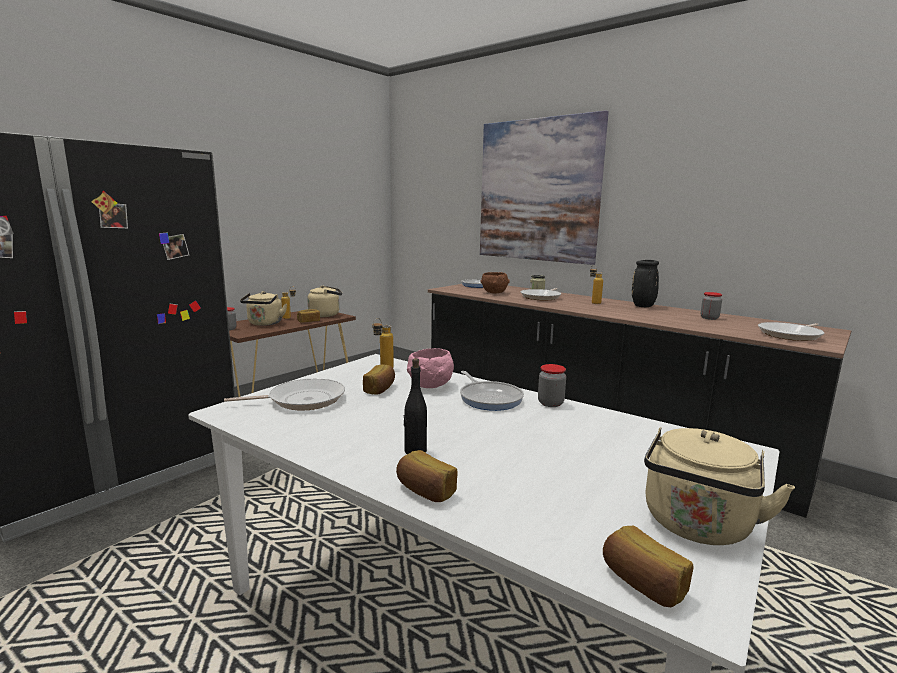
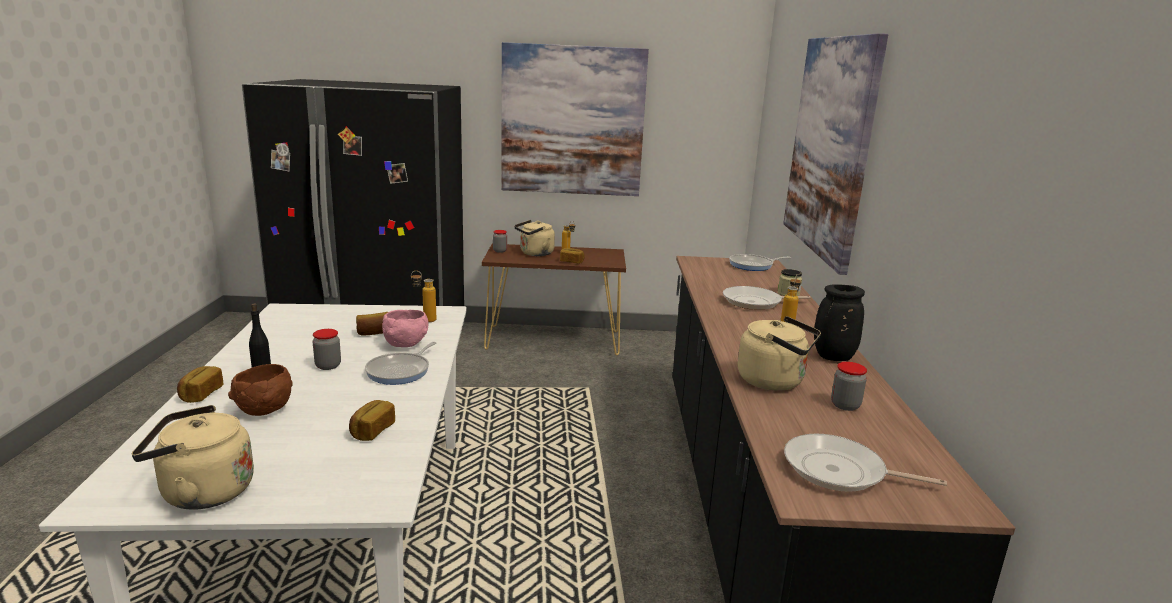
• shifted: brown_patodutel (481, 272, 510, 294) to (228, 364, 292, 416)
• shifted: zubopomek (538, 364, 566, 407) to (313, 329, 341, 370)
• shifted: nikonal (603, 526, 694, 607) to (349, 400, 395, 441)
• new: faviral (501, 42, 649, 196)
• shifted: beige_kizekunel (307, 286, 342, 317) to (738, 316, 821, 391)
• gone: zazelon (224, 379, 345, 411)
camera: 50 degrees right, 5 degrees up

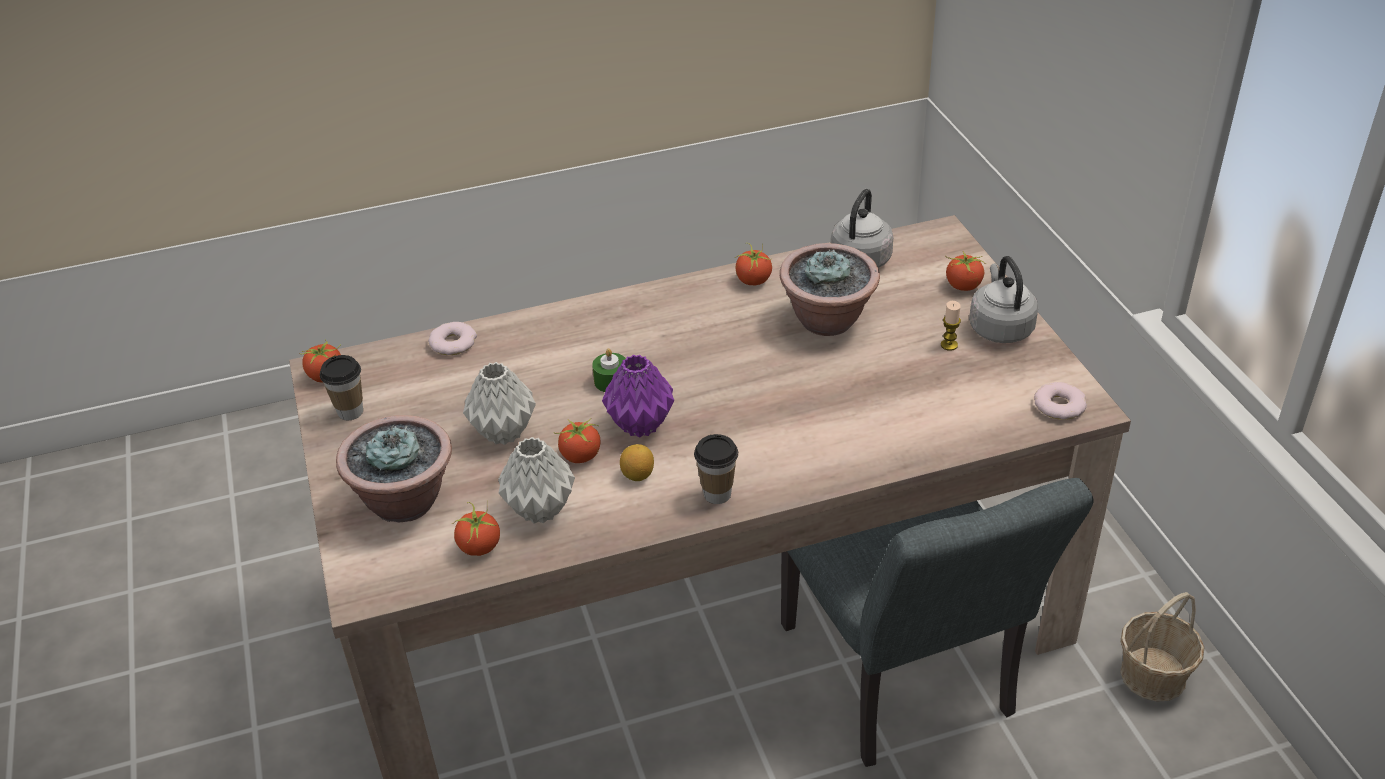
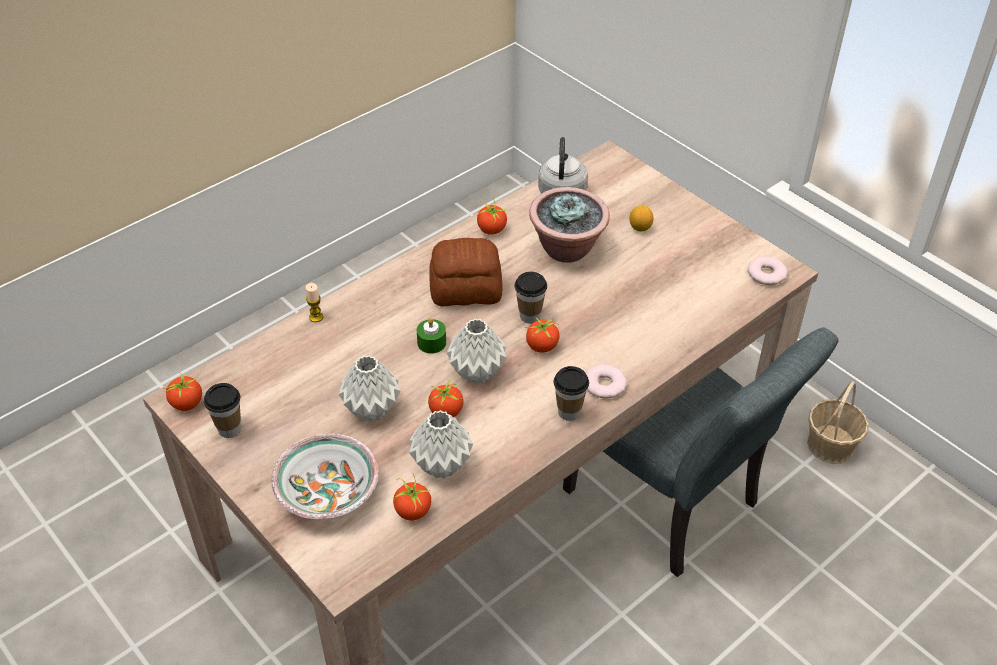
• swapped: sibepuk (336, 415, 452, 522) to patodutel (272, 434, 379, 519)
• shifted: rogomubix (941, 301, 961, 351) to (306, 283, 323, 322)
• new: nikonal (430, 238, 502, 306)
• repainted: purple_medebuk (602, 355, 674, 438) to grey_medebuk (447, 319, 506, 384)
• new: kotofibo (514, 272, 547, 324)
• shifted: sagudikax (945, 251, 986, 291) to (524, 318, 559, 353)
• shifted: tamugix (428, 322, 477, 355) to (586, 364, 627, 399)
• shifted: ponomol (620, 444, 654, 481) to (629, 205, 653, 231)
• gone: grey_kizekunel (969, 256, 1039, 343)
camera: 25 degrees left, 5 degrees up

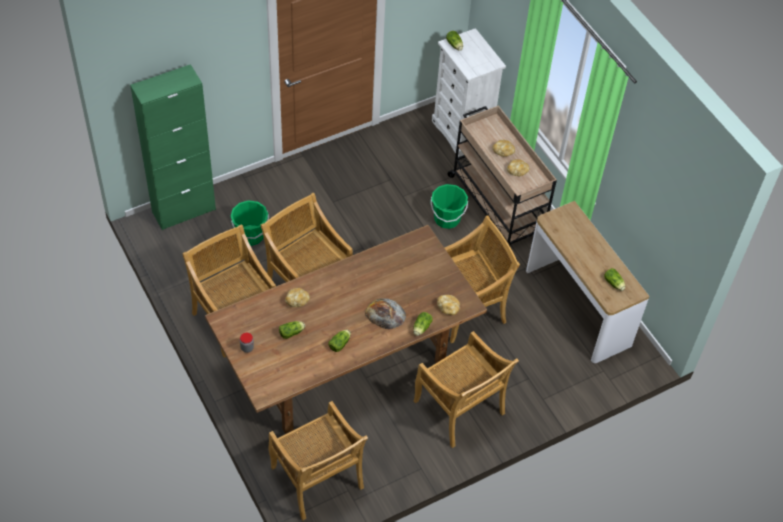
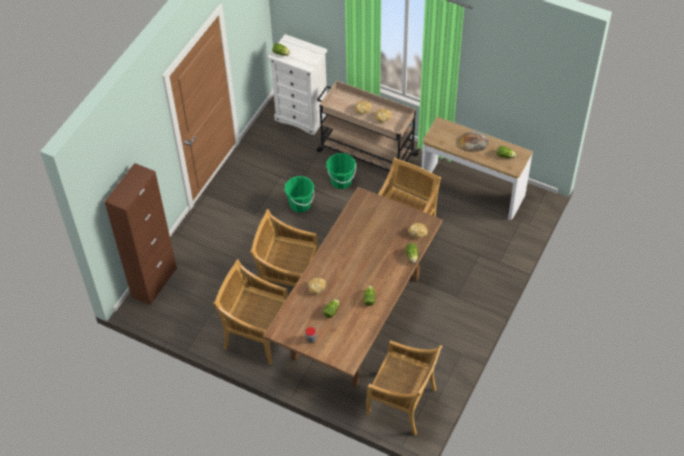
• repainted: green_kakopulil (130, 64, 216, 230) to brown_kakopulil (104, 163, 177, 305)
• shifted: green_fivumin (231, 200, 269, 246) to (284, 176, 315, 213)
• shifted: nikonal (365, 298, 406, 329) to (459, 131, 489, 152)
• gone: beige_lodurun (414, 331, 519, 448)
camera: 30 degrees left, 0 degrees up

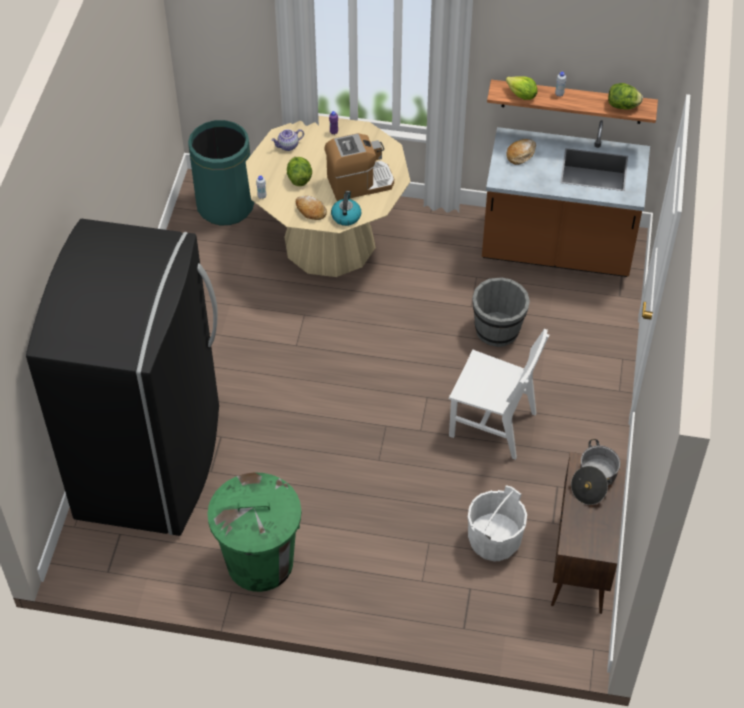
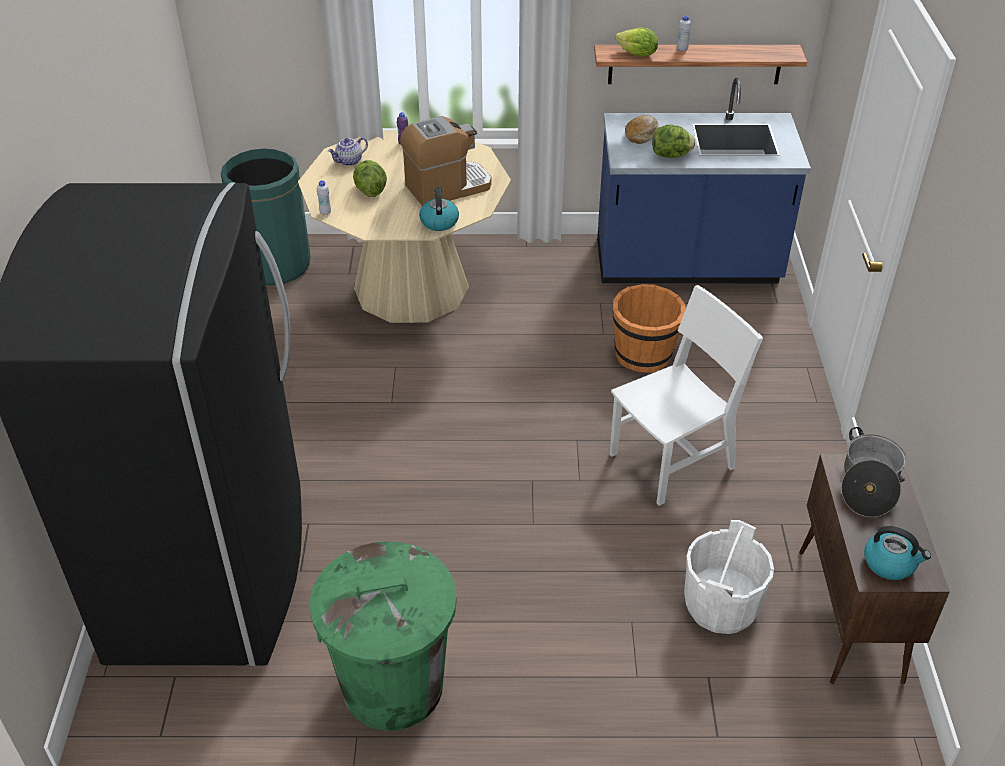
• repainted: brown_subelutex (482, 120, 650, 277) to blue_subelutex (597, 78, 811, 283)
• rotated: white_lodurun (449, 329, 549, 460) = (610, 285, 763, 506) 45 degrees counterclockwise
• repainted: grey_fivumin (472, 277, 530, 347) to orange_fivumin (612, 284, 686, 373)
• shifted: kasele (608, 83, 643, 110) to (652, 124, 695, 158)
• new: kizekunel (864, 526, 931, 580)
• gone: nikonal (296, 196, 327, 220)
camera: 10 degrees left, 10 degrees down

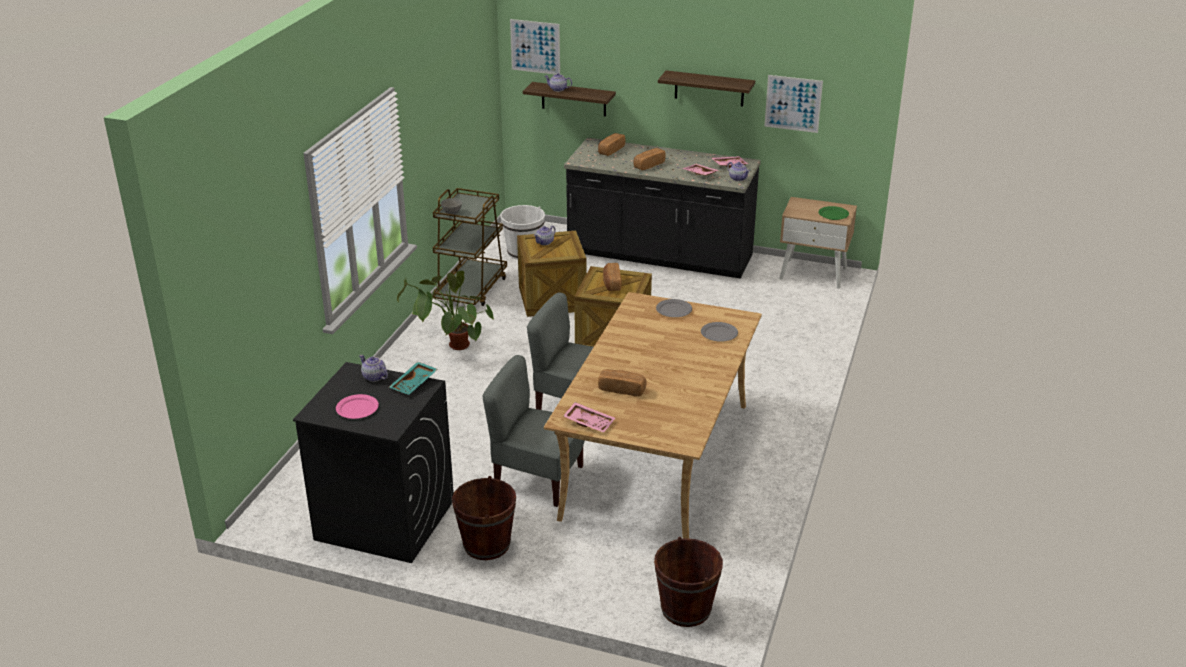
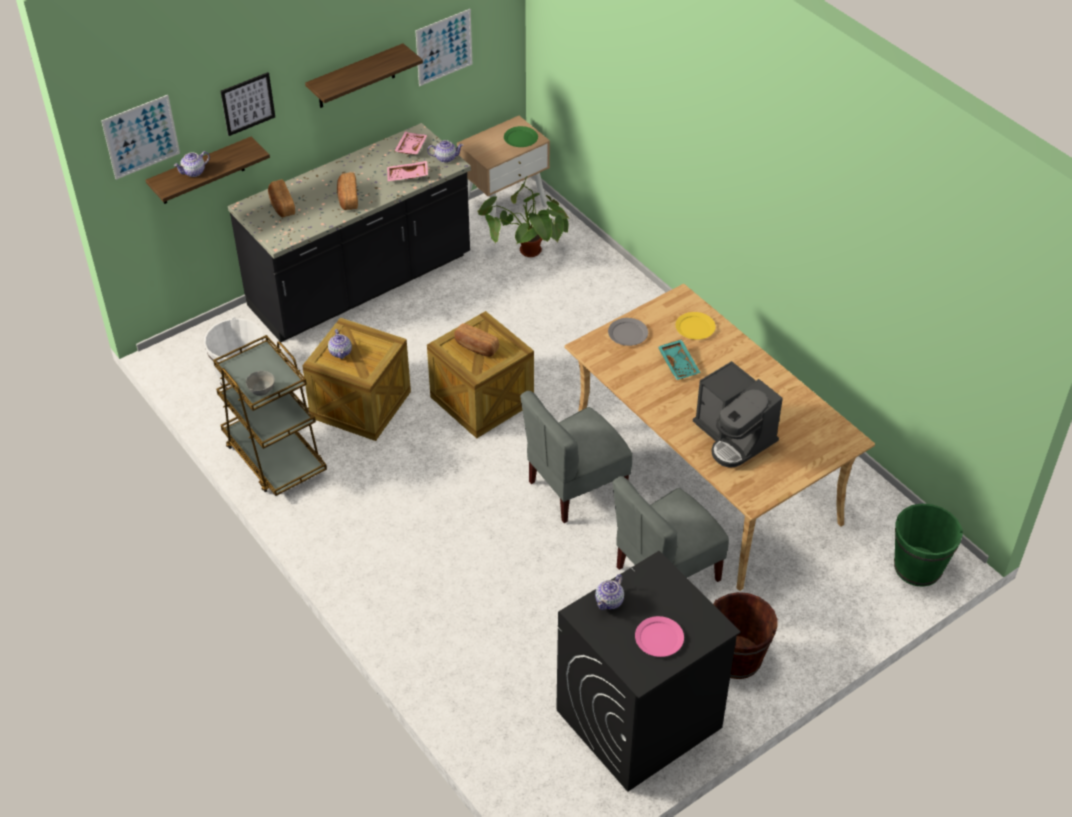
• new: faviral (220, 72, 275, 136)
• shifted: sibepuk (397, 271, 494, 350) to (478, 176, 570, 257)
• rotated: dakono (359, 355, 388, 382) = (595, 574, 624, 610) 45 degrees counterclockwise
• shifted: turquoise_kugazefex (389, 362, 437, 395) to (658, 340, 701, 380)
• repainted: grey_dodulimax (701, 322, 738, 342) to yellow_dodulimax (675, 312, 716, 340)
• swapped: nikonal (598, 369, 647, 396) to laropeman (693, 361, 783, 468)
• repainted: brown_fivumin (654, 537, 723, 627) to green_fivumin (894, 503, 963, 587)
• gone: pink_kugazefex (563, 402, 615, 433)
camera: 55 degrees left, 15 degrees up

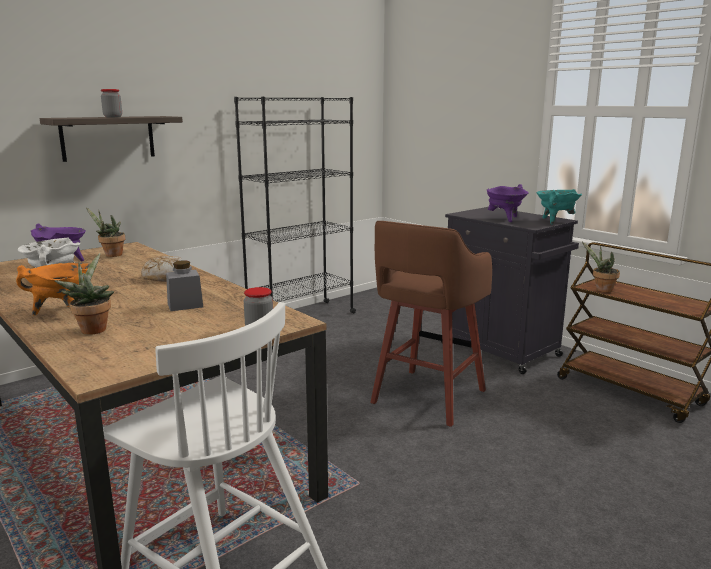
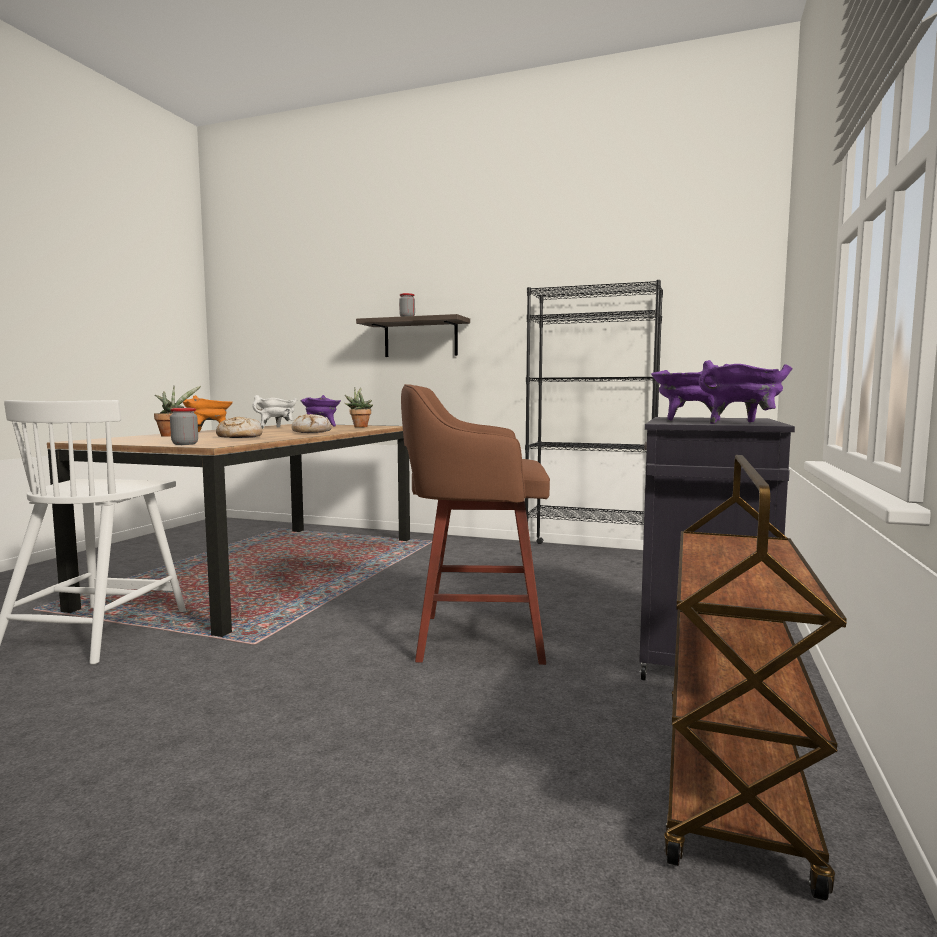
• swapped: grey_zubopomek (166, 261, 203, 311) to nikonal (216, 417, 262, 438)
• repainted: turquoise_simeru (536, 189, 582, 225) to purple_simeru (698, 360, 792, 424)
• gone: sibepuk (582, 242, 620, 293)
camera: 60 degrees right, 10 degrees down

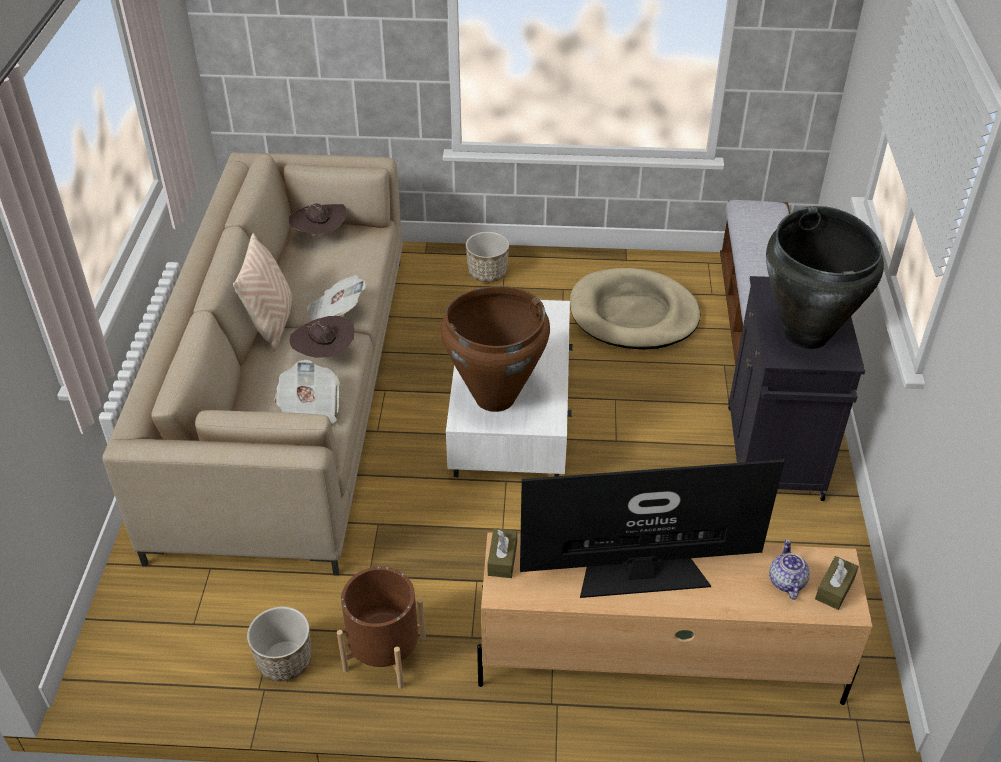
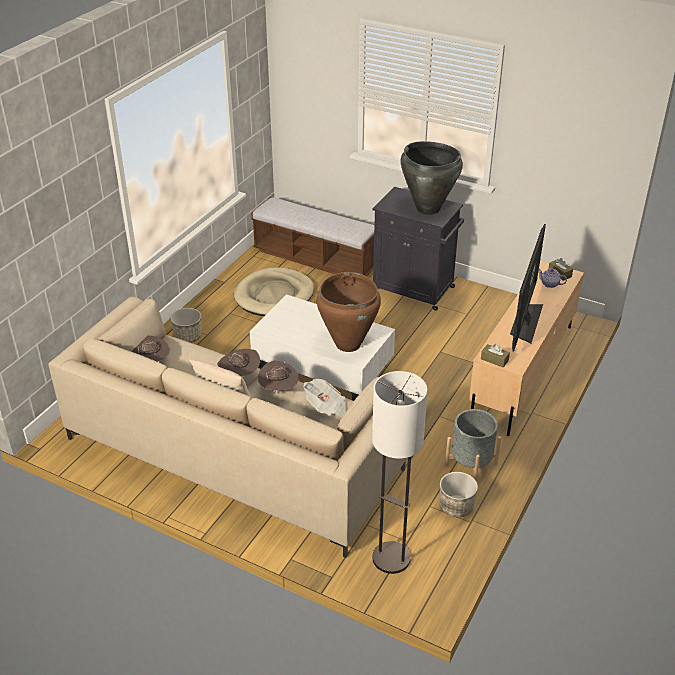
• swapped: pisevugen (306, 275, 366, 321) to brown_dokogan (217, 349, 260, 376)
• new: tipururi (372, 371, 428, 574)
• repainted: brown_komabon (337, 567, 426, 689) to grey_komabon (445, 409, 501, 481)
camera: 65 degrees left, 5 degrees down

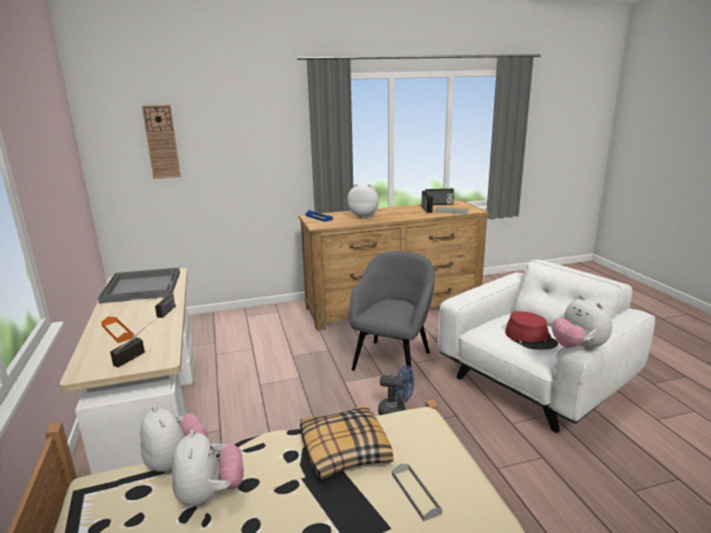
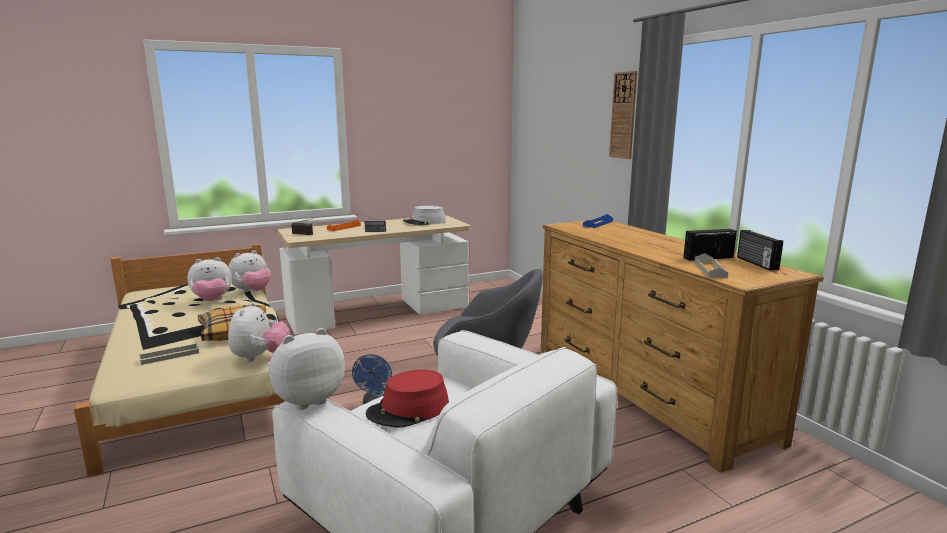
• shifted: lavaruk (347, 184, 379, 218) to (228, 302, 289, 362)
• swapped: grey_kugazefex (98, 268, 180, 304) to grey_dokogan (403, 206, 446, 225)
• shifted: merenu (142, 105, 181, 179) to (609, 71, 637, 159)
camera: 80 degrees right, 5 degrees down

